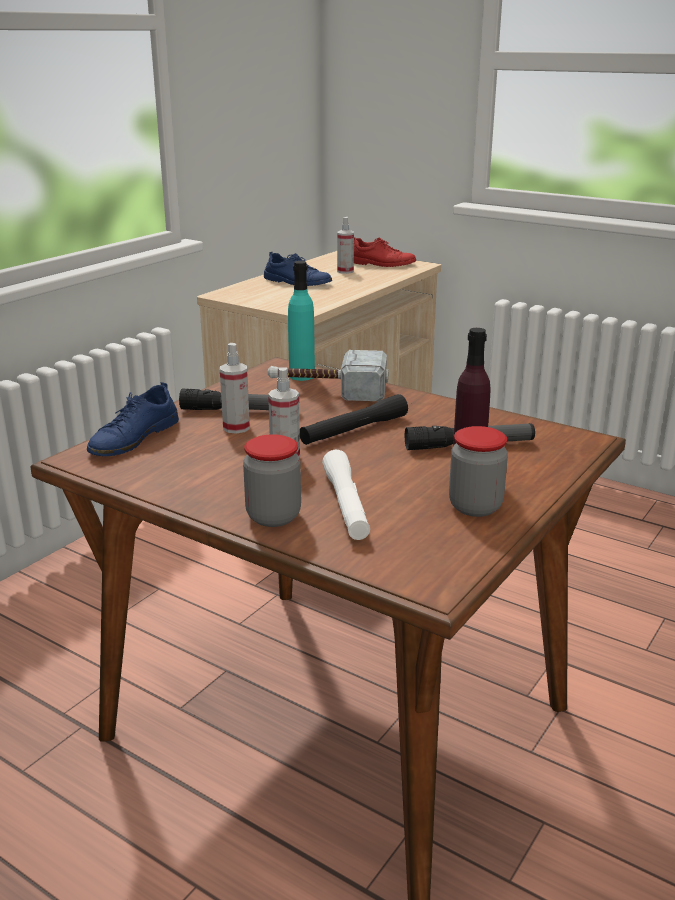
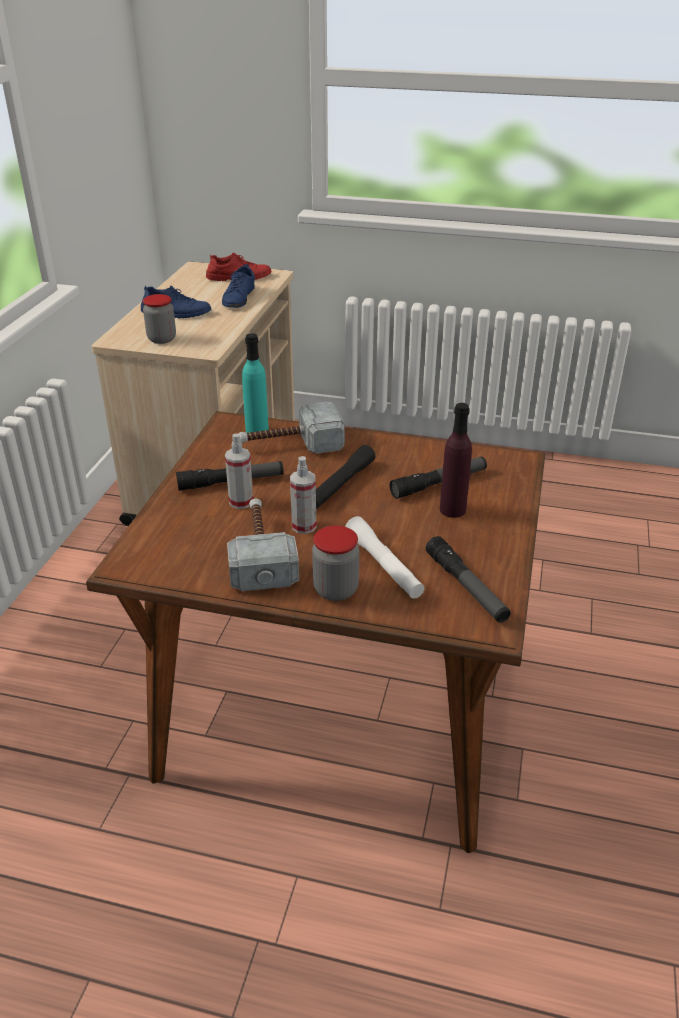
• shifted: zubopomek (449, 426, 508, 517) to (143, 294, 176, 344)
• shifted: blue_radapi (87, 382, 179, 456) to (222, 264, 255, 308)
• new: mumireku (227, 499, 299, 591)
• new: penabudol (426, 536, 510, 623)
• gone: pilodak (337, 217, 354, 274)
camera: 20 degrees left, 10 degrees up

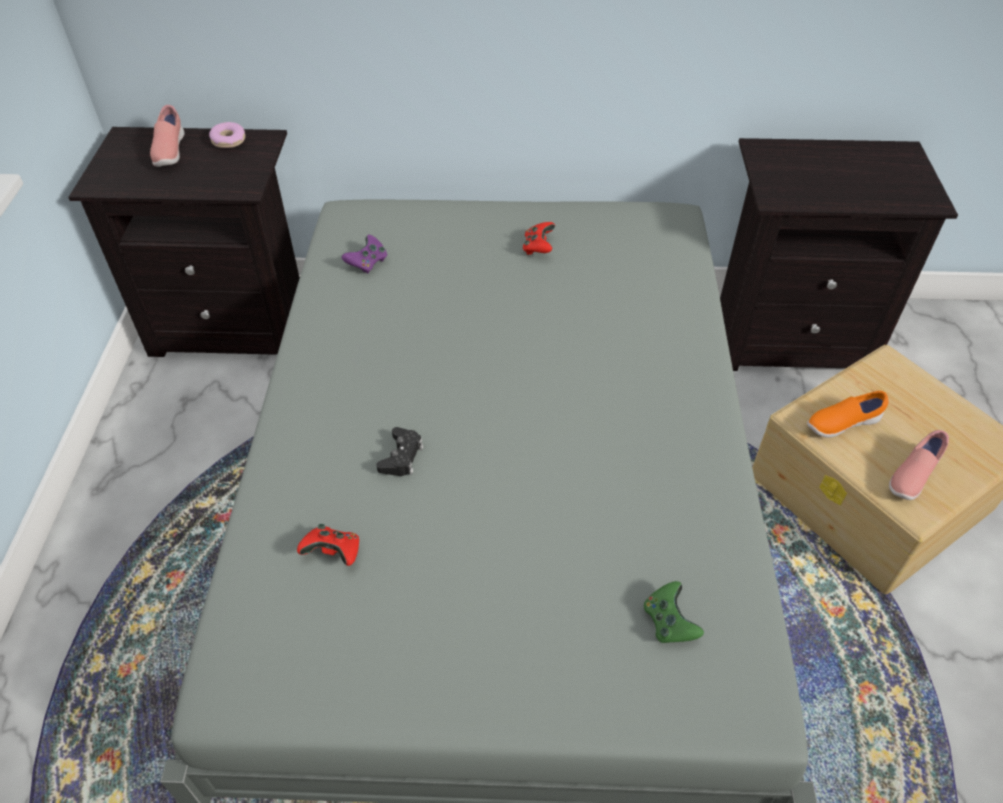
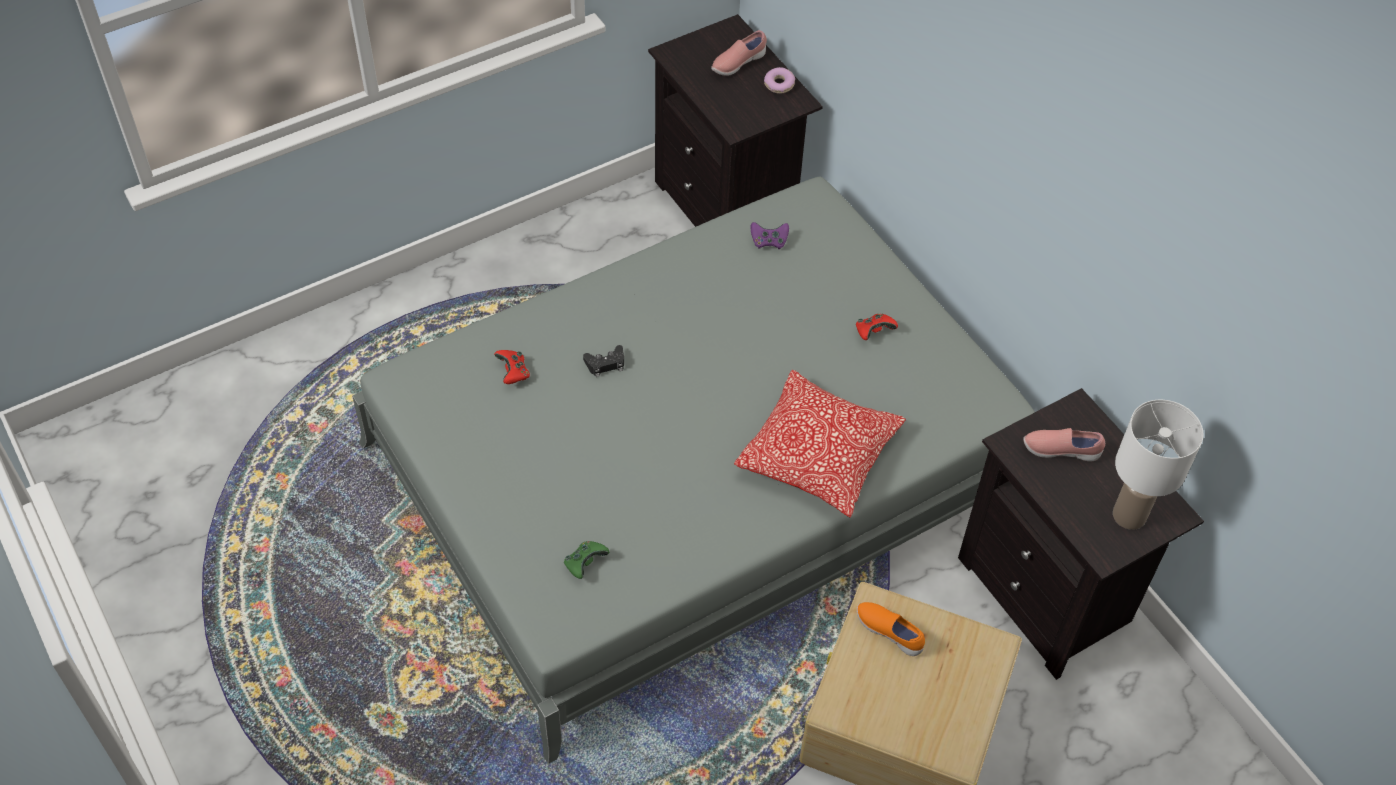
• new: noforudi (734, 370, 906, 518)
• shifted: pink_radapi (889, 430, 949, 500) to (1023, 428, 1105, 462)
• new: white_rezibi (1113, 400, 1204, 530)
camera: 55 degrees right, 5 degrees up

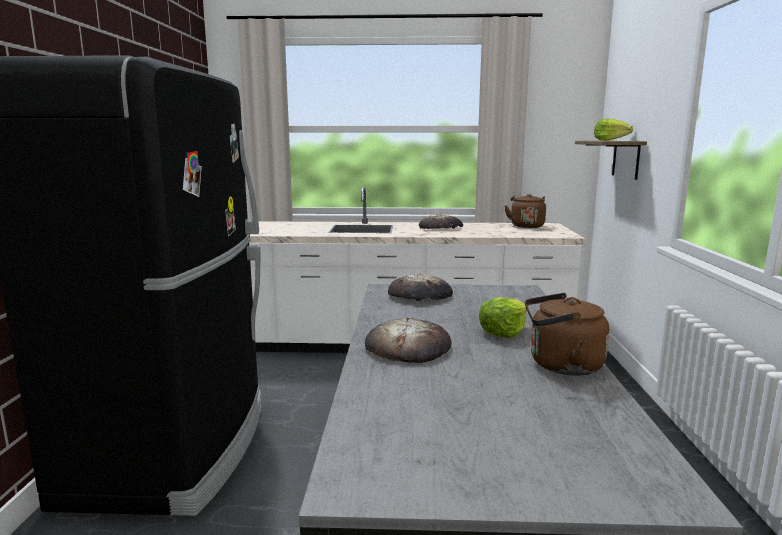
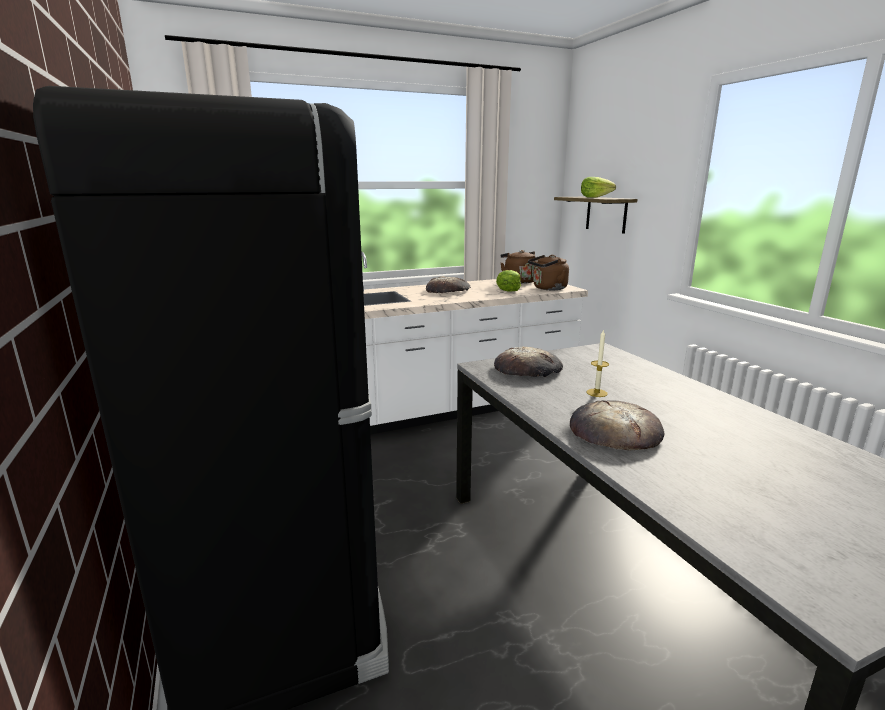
• shifted: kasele (479, 297, 527, 338) to (496, 270, 521, 291)
• shifted: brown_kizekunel (525, 293, 609, 375) to (528, 255, 569, 290)
• new: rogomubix (587, 329, 609, 397)
camera: 25 degrees left, 5 degrees up

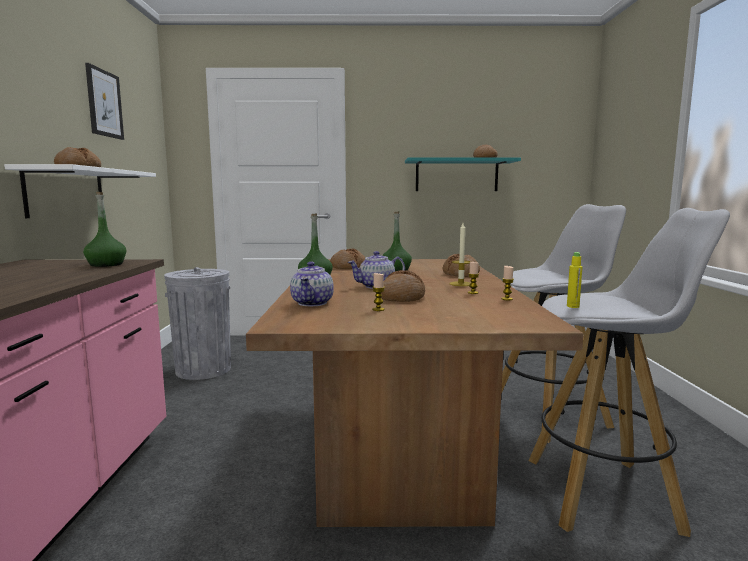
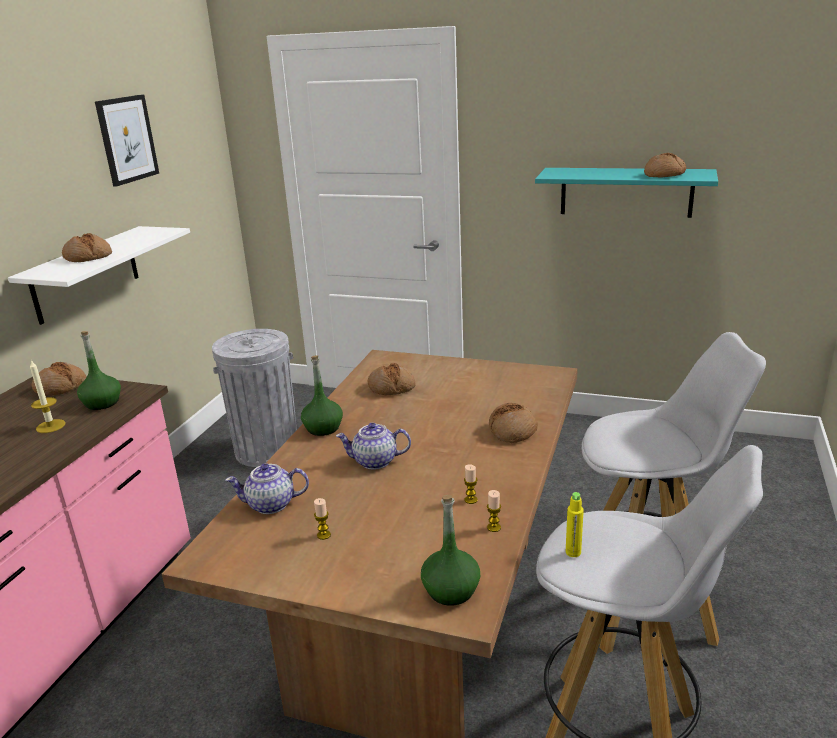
• shifted: rogomubix (450, 223, 471, 286) to (30, 360, 66, 433)
• shifted: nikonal (381, 270, 425, 302) to (32, 362, 86, 396)
• rotated: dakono (290, 262, 334, 306) = (225, 463, 309, 514) 60 degrees clockwise
• shifted: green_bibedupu (382, 211, 412, 271) to (421, 495, 480, 606)
camera: 20 degrees right, 15 degrees up

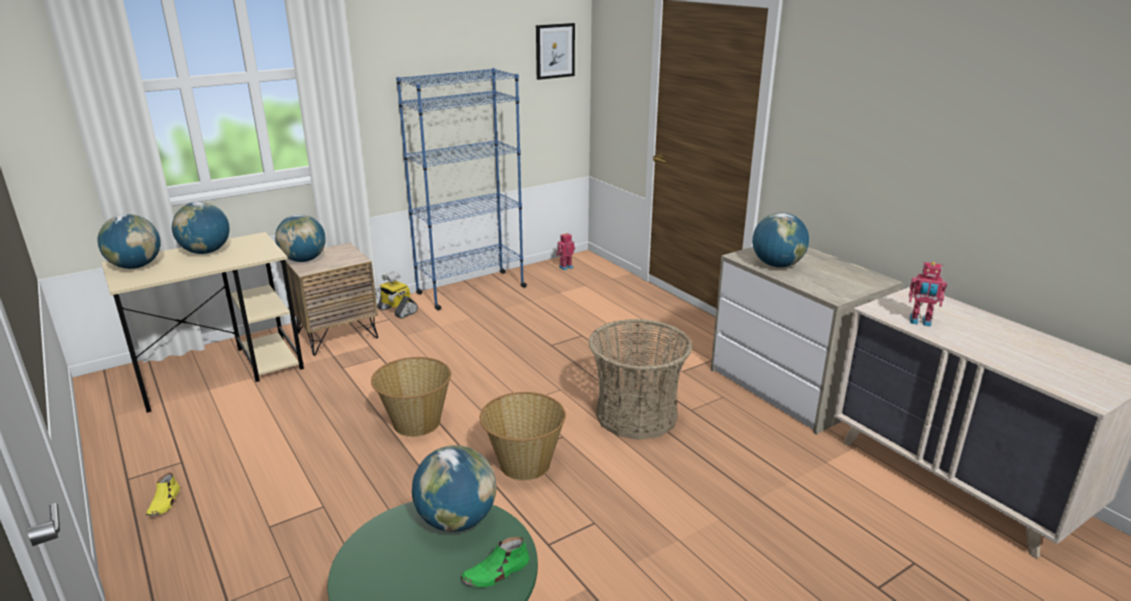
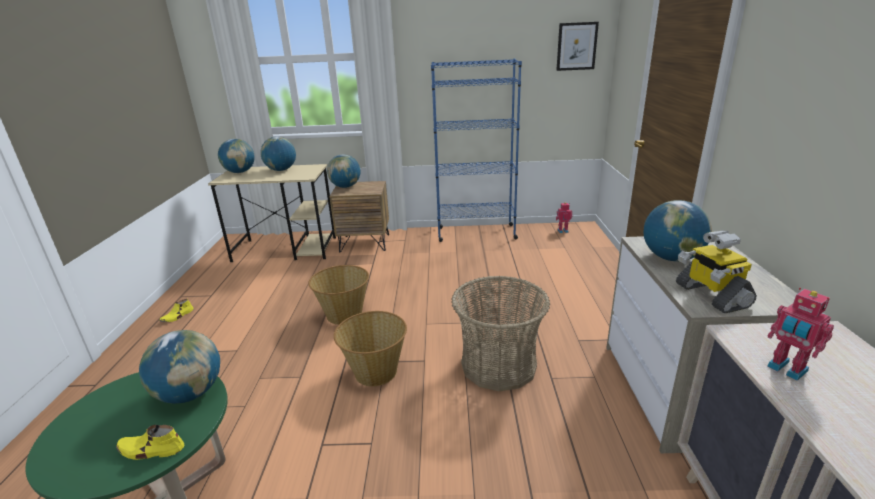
• repainted: green_radapi (460, 537, 530, 587) to yellow_radapi (116, 425, 185, 460)
• shifted: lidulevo (375, 272, 418, 319) to (676, 231, 757, 313)
camera: 35 degrees right, 0 degrees up

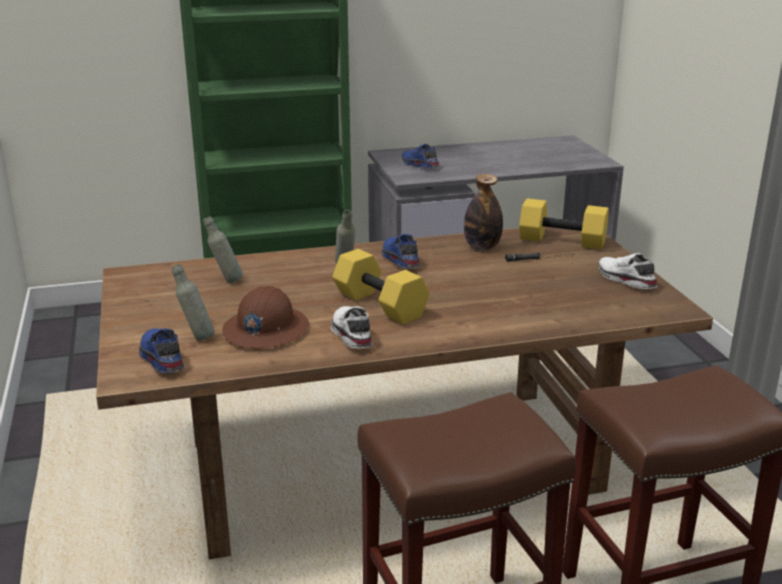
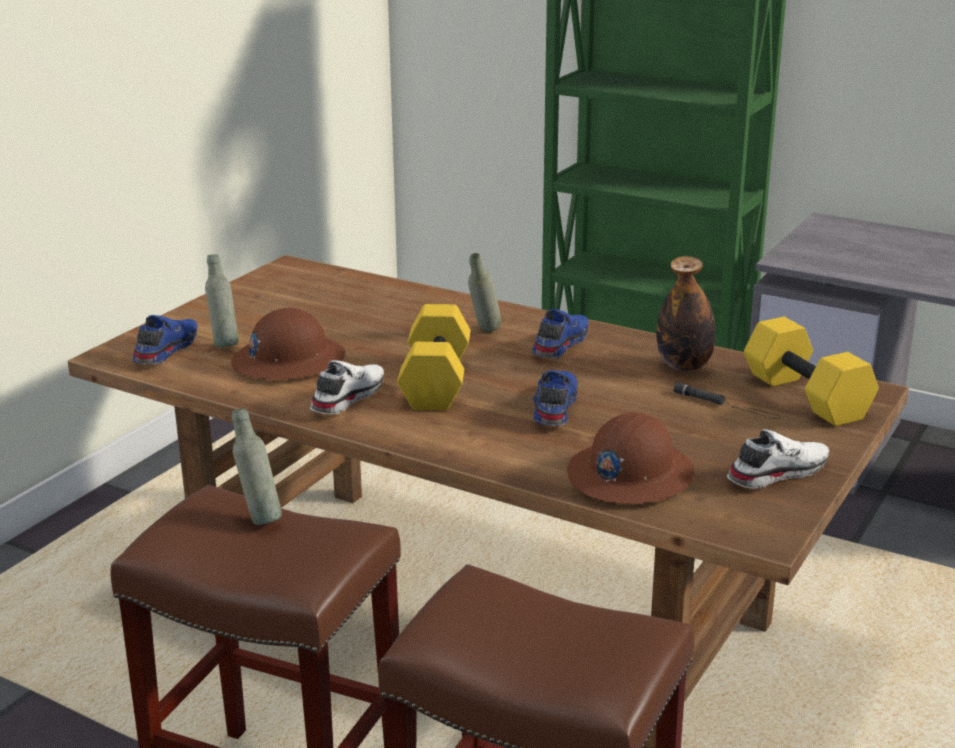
• shifted: grey_bibedupu (203, 216, 243, 283) to (232, 408, 282, 525)
• shifted: blue_radapi (402, 144, 439, 168) to (533, 370, 578, 426)
• new: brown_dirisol (567, 412, 694, 504)
• rotated: white_radapi (599, 253, 657, 289) = (727, 429, 829, 489) 45 degrees clockwise
camera: 45 degrees right, 0 degrees up

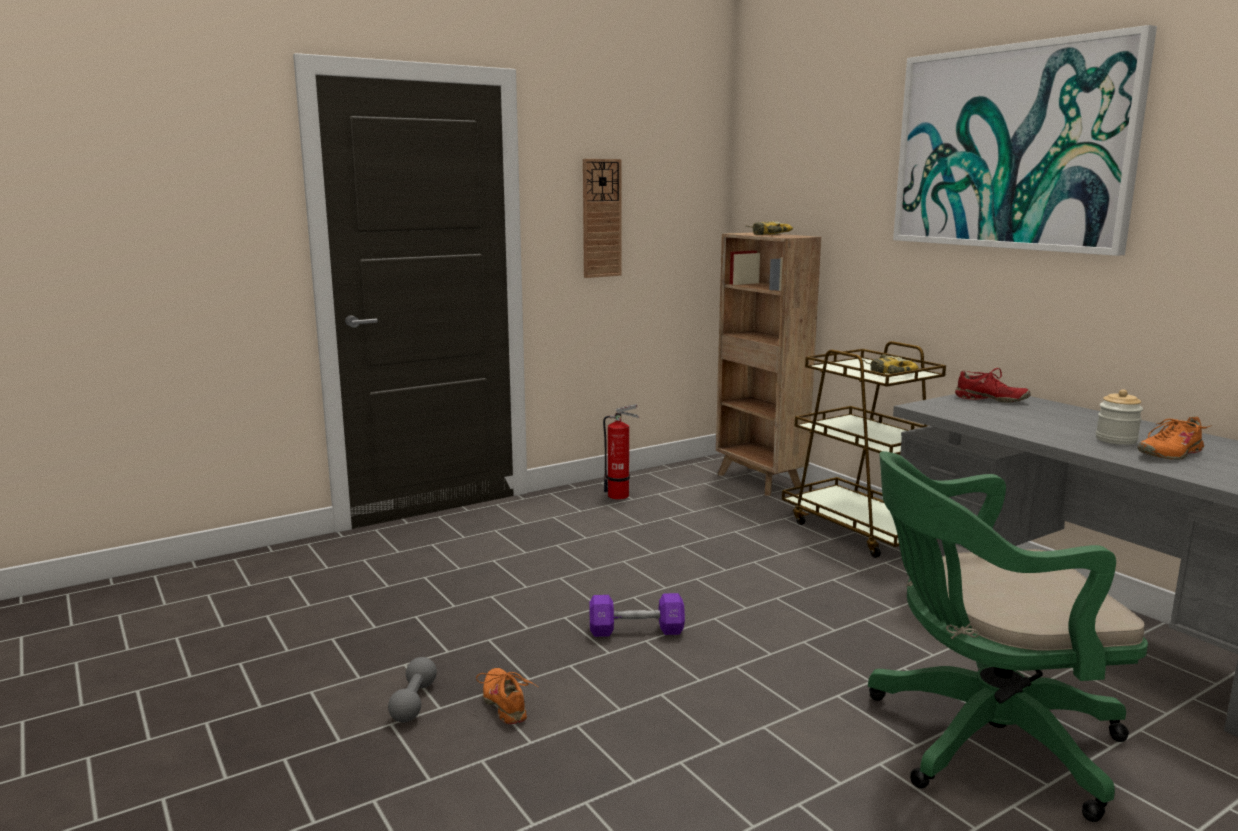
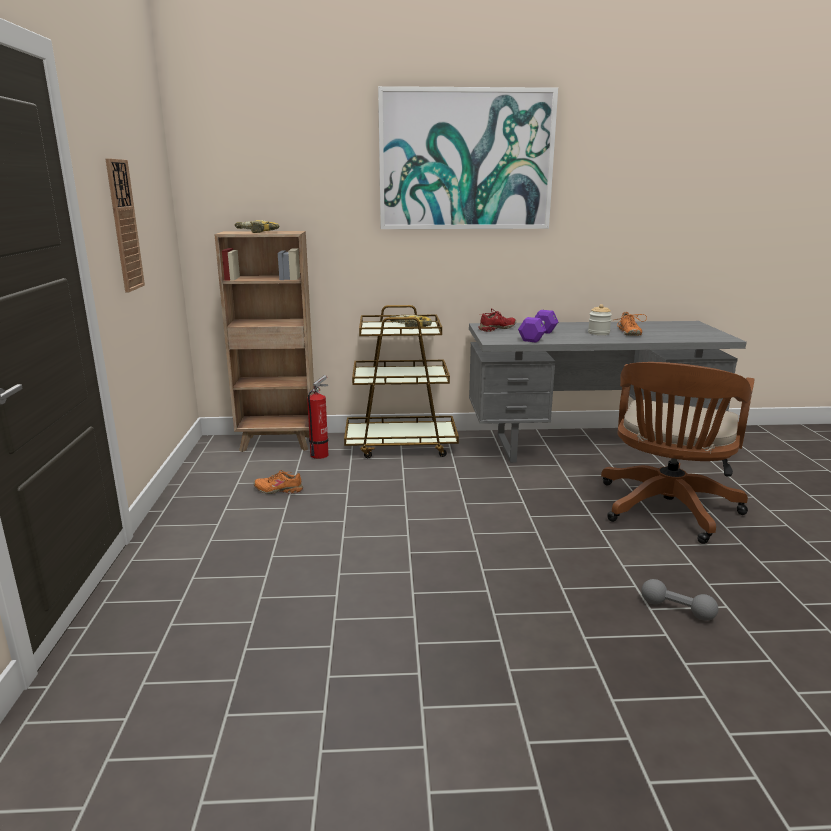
• shifted: orange_radapi (476, 668, 538, 724) to (254, 470, 303, 494)
• shifted: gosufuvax (603, 404, 640, 499) to (307, 375, 328, 459)
• shifted: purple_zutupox (590, 593, 685, 637) to (518, 310, 558, 342)
• repainted: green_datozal (868, 451, 1148, 822) to brown_datozal (601, 362, 754, 544)
• shifted: grey_zutupox (388, 657, 437, 722) to (641, 579, 718, 621)
camera: 60 degrees left, 5 degrees up

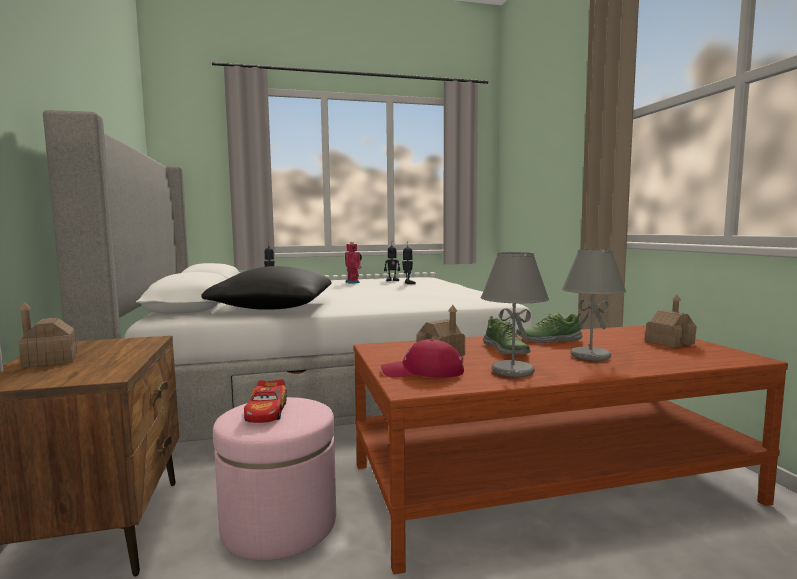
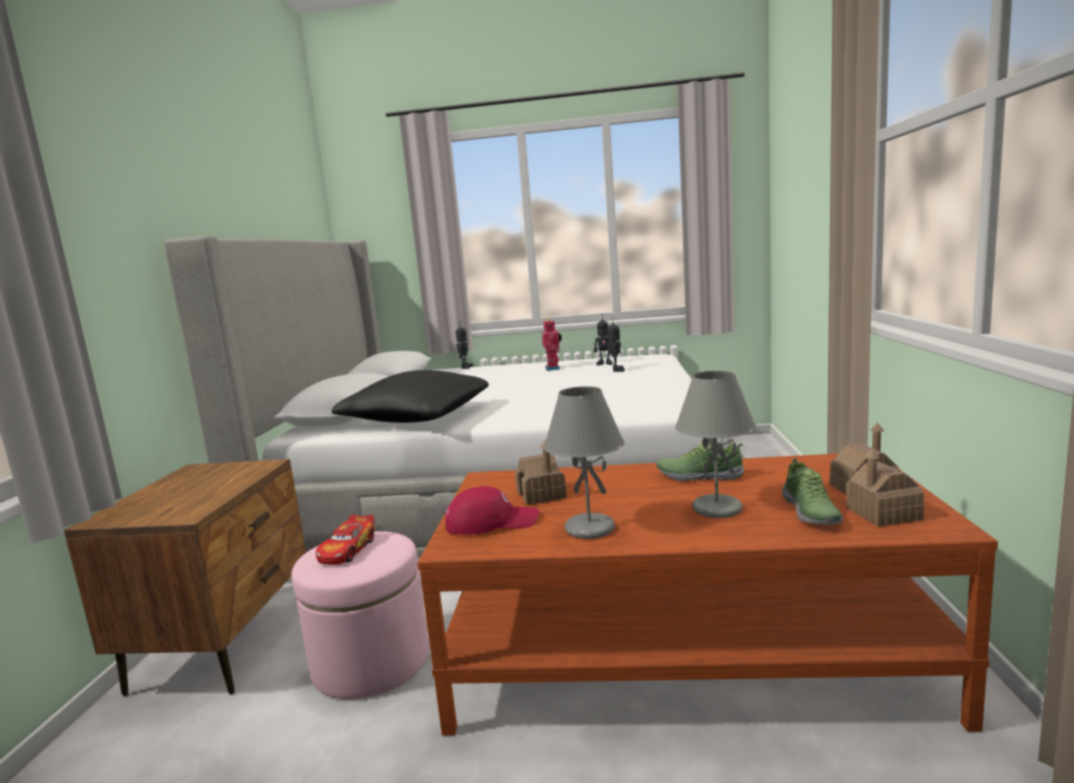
• rotated: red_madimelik (381, 339, 464, 378) = (445, 486, 539, 535) 150 degrees clockwise
• shifted: radapi (483, 316, 530, 355) to (782, 458, 843, 525)
• shifted: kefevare (18, 302, 78, 368) to (846, 448, 924, 527)
camera: 20 degrees right, 5 degrees up

